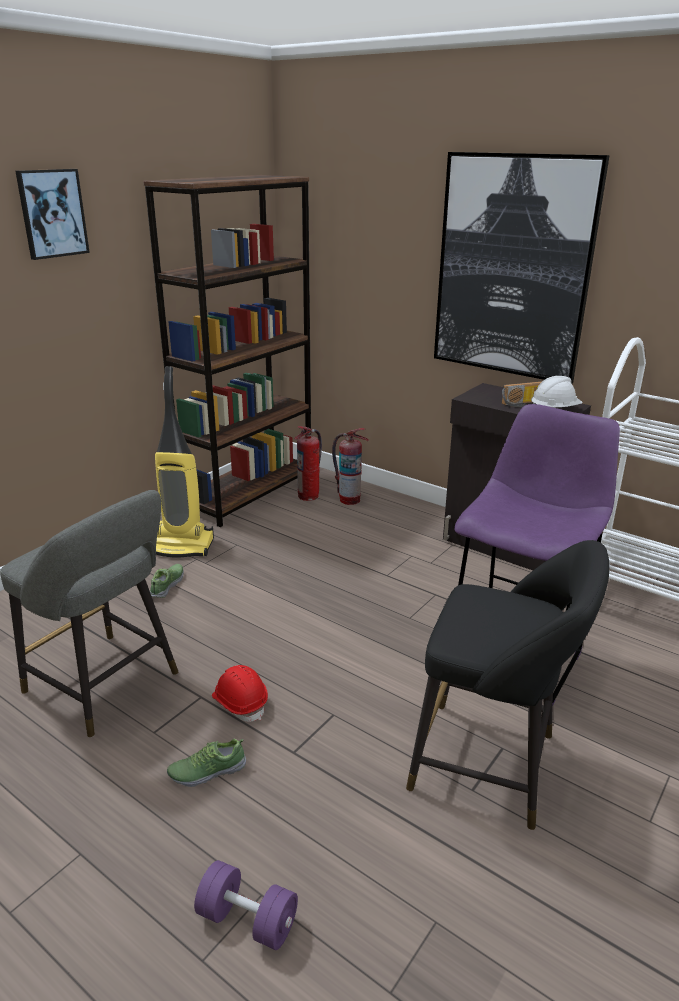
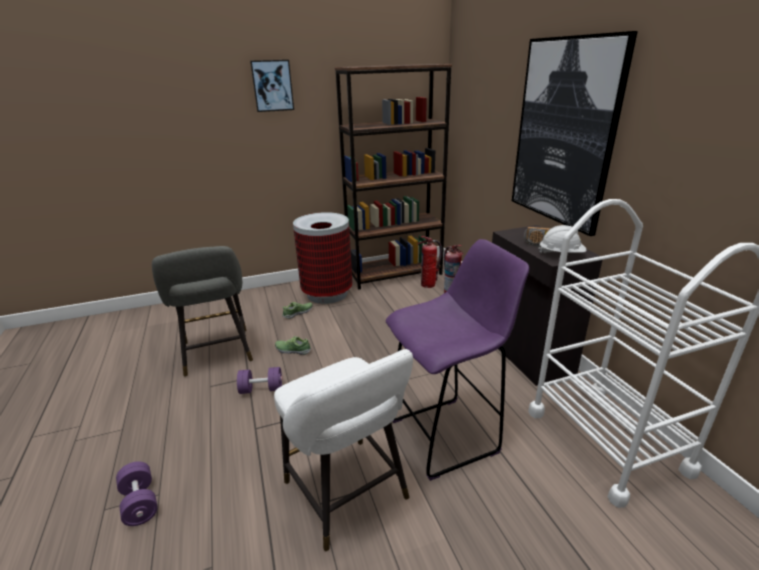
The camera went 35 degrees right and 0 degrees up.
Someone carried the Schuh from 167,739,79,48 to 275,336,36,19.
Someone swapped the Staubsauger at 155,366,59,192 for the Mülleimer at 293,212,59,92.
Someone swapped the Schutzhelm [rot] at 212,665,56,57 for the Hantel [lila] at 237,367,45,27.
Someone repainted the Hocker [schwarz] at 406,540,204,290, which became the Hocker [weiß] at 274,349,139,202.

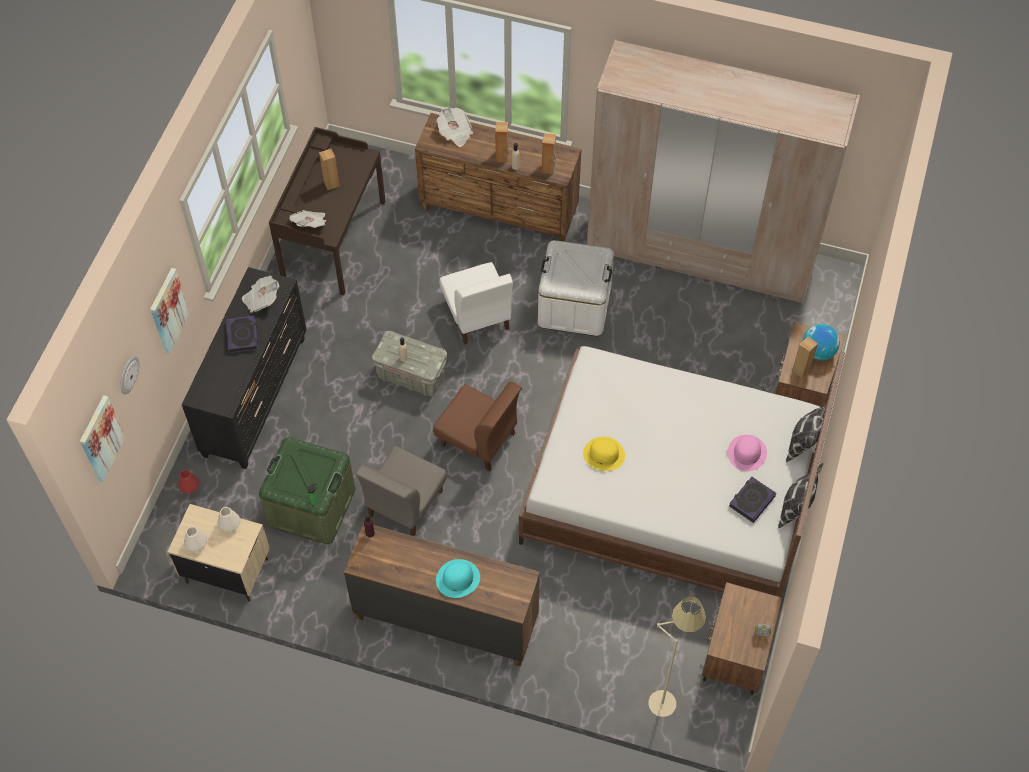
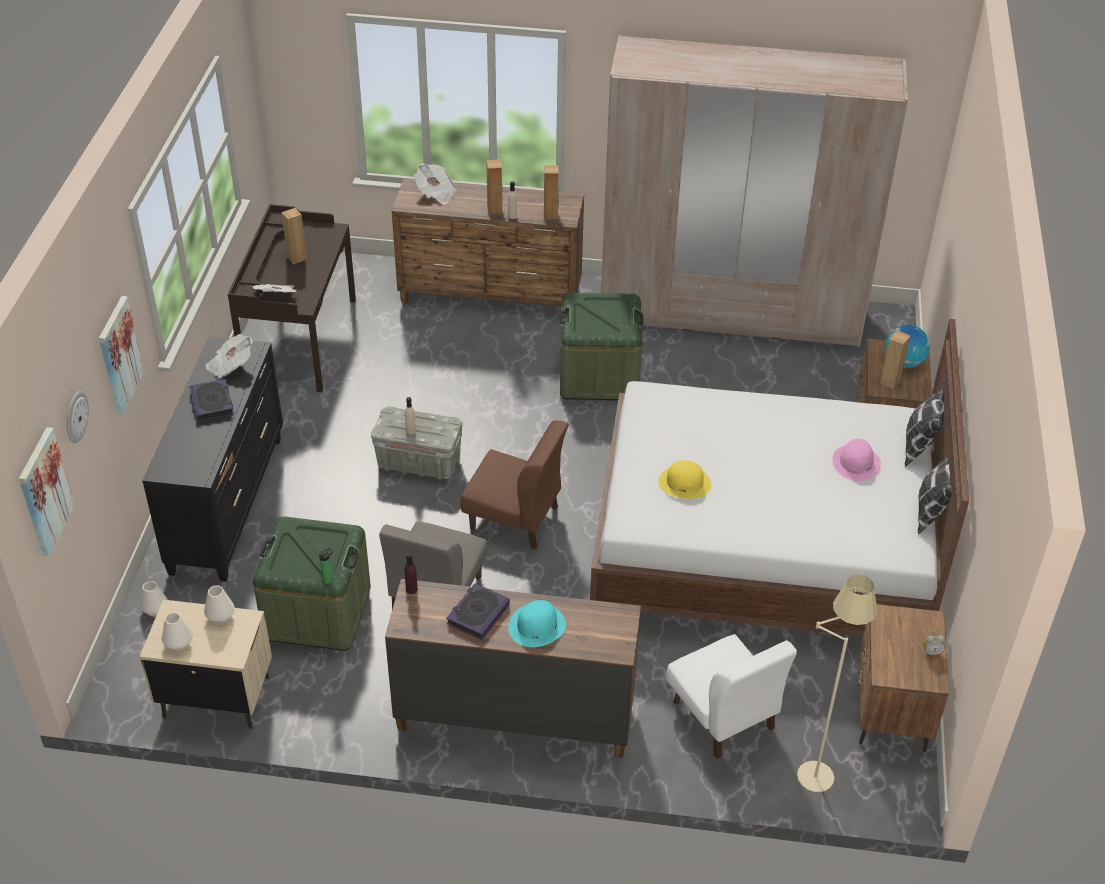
The camera went 10 degrees left and 15 degrees down.
Someone carried the Stuhl [weiß] from 439,262,74,82 to 666,634,131,125.
Someone carried the Buch from 729,477,47,46 to 446,583,64,57.
Someone repainted the Vase [rot] at 178,470,21,23, which became the Vase [weiß] at 140,581,28,36.
Someone repainted the Aufbewahrungsbox [weiß] at 538,240,76,96, which became the Aufbewahrungsbox [grün] at 560,293,83,108.

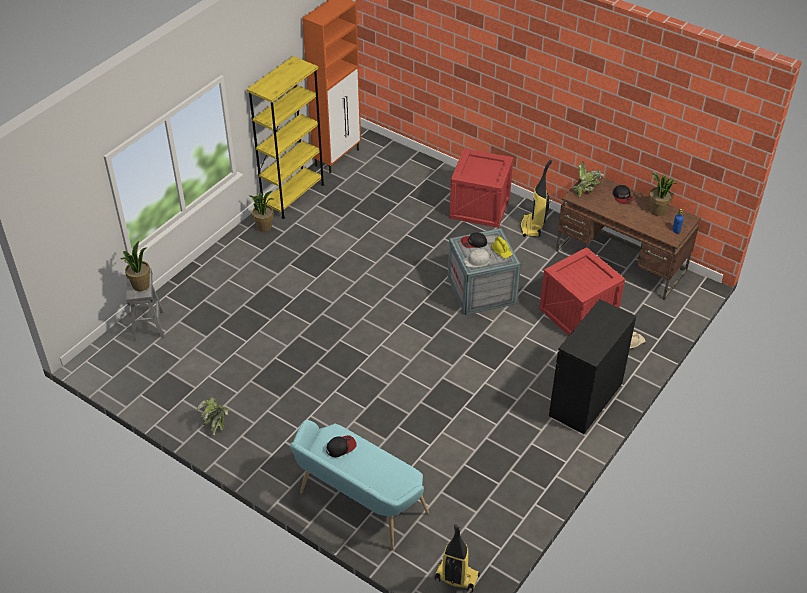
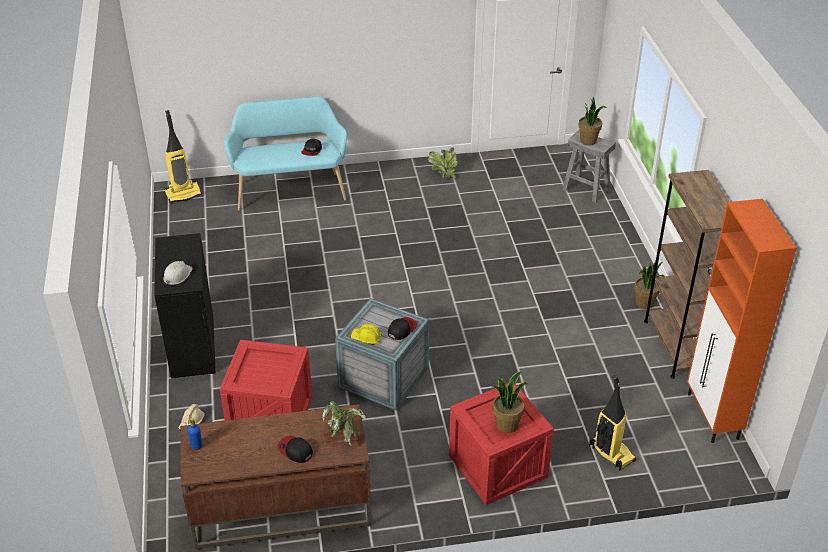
The camera went 135 degrees right and 5 degrees down.
Someone carried the Schutzhelm [weiß] from 463,249,28,18 to 163,261,30,24.
Someone carried the Staubsauger from 520,160,32,77 to 589,375,47,96.
Someone carried the Topfpflanze from 649,173,29,43 to 492,371,37,62.
Someone repainted the Bücherregal [gelb] at 246,56,79,163, which became the Bücherregal [braun] at 644,170,85,209.

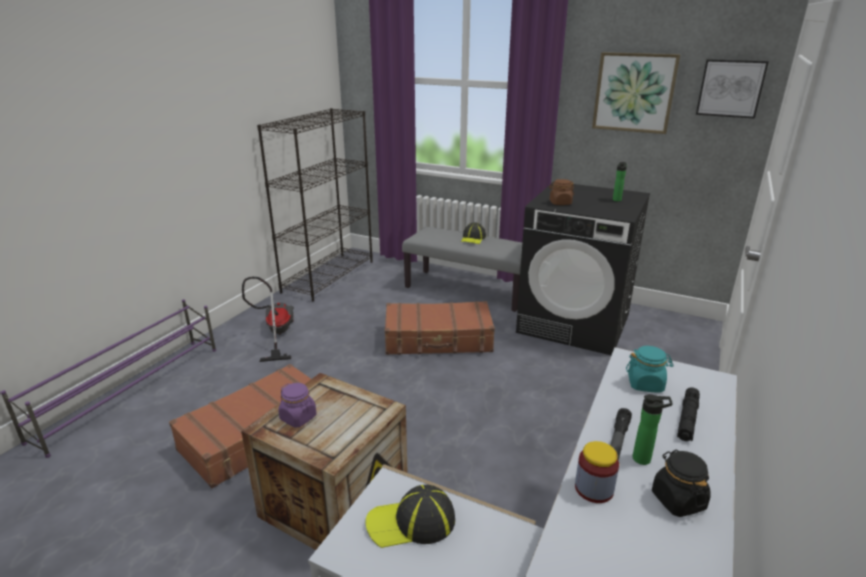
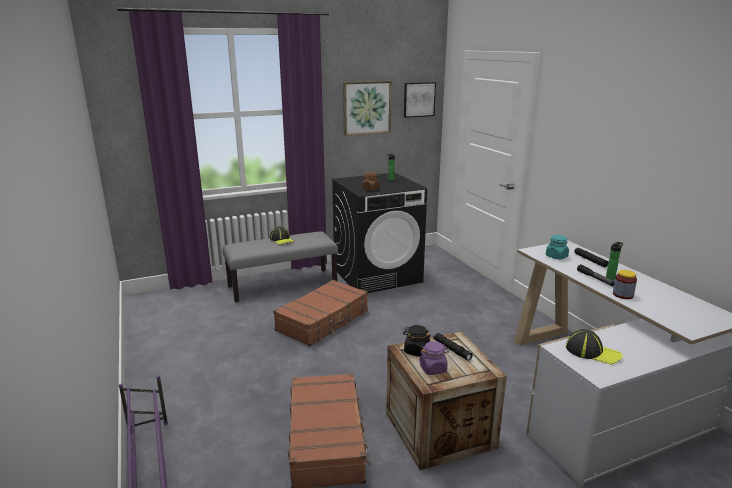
The camera went 50 degrees left and 5 degrees down.
Someone took away the Staubsauger at 242,277,52,85.
Someone took away the Bücherregal [schwarz] at 257,108,116,193.
Someone put down the Taschenlampe [schwarz] at 433,333,40,28.
Someone carried the Vorratsglas [schwarz] from 652,449,59,68 to 403,325,28,32.
Someone rotated the Kappe at 365,485,90,63 by 90 degrees counterclockwise.

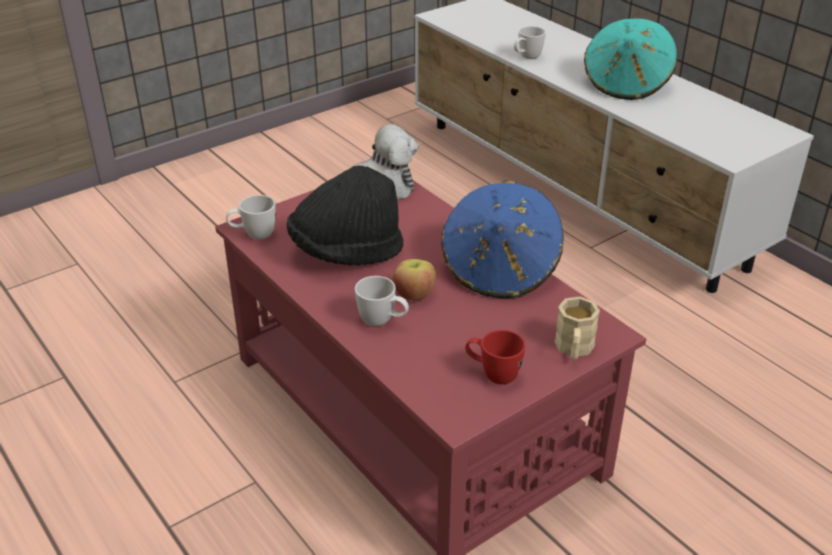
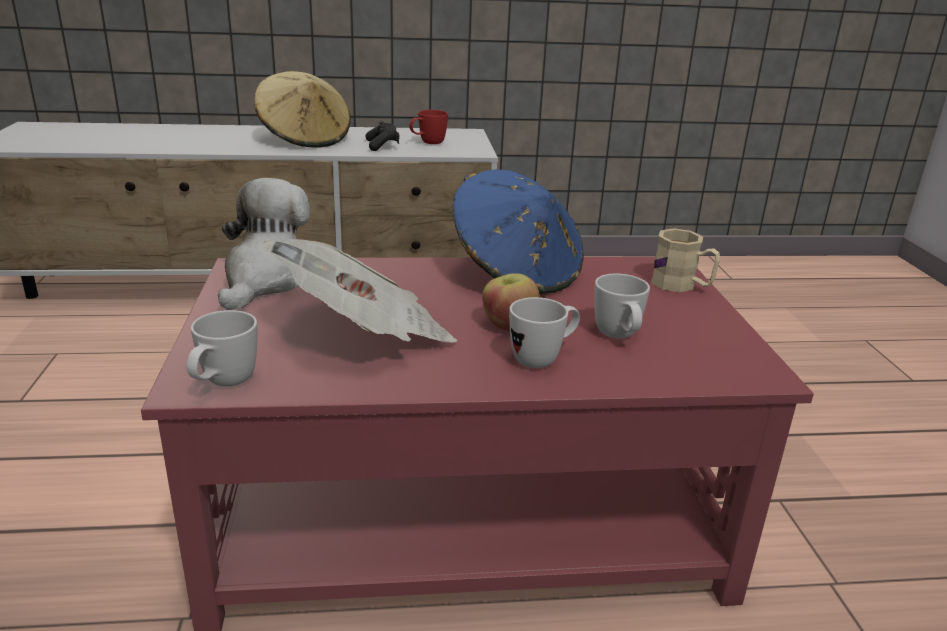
The camera went 60 degrees left and 10 degrees down.
Someone put down the Gamepad [schwarz] at 366,121,34,30.
Someone carried the Henkelbecher [rot] from 465,330,60,54 to 409,110,39,34.
Someone carried the Henkelbecher [weiß] from 514,26,32,33 to 594,274,56,64.
Someone swapped the Hut [schwarz] at 287,165,116,101 for the Zeitung at 264,239,193,104.
Someone repainted the Hut [türkis] at 584,18,93,82, which became the Hut [beige] at 254,71,97,77.

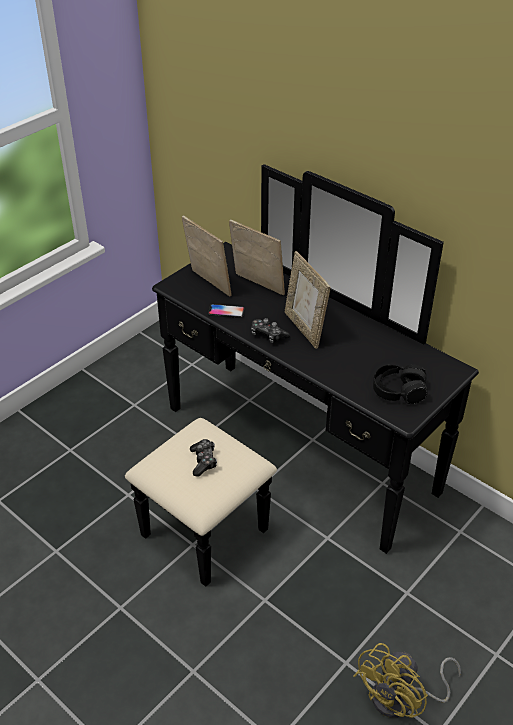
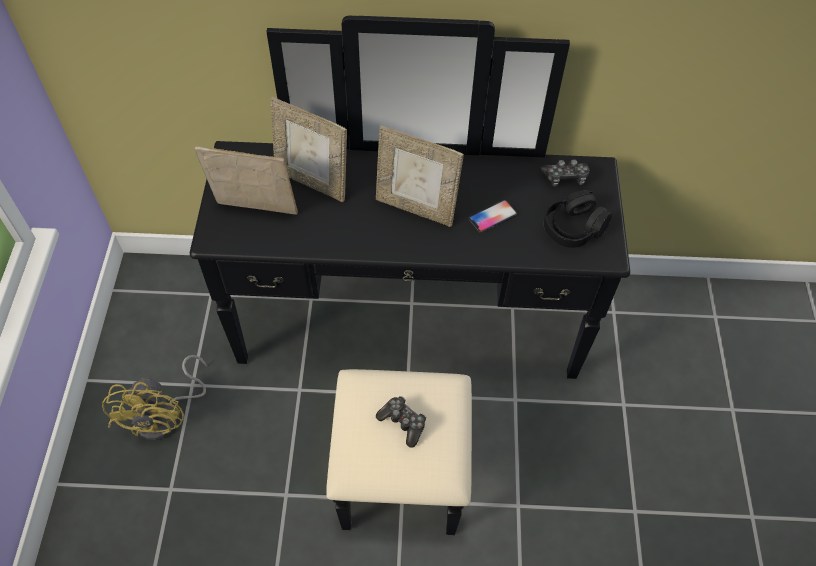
The camera went 40 degrees left and 15 degrees up.
Someone carried the Handy from 208,304,37,14 to 469,200,48,33.
Someone carried the Gamepad from 251,318,39,25 to 540,159,50,27.
Someone carried the Ventilator [gelb] from 353,643,108,75 to 102,355,105,85.
Someone rotated the Bilderrahmen at 229,219,56,76 by 150 degrees counterclockwise.

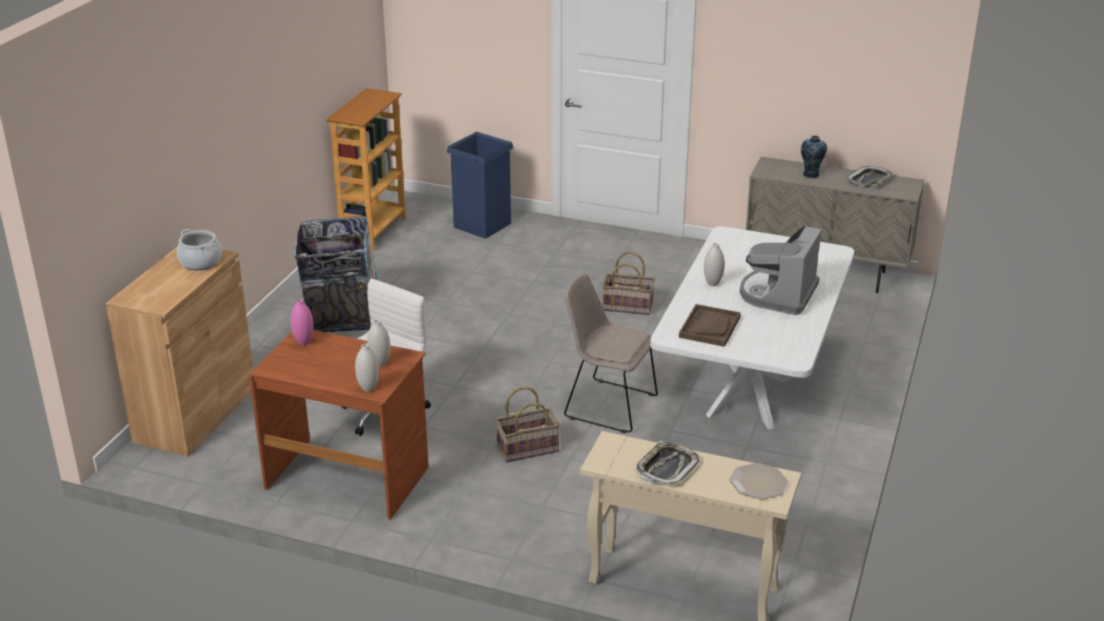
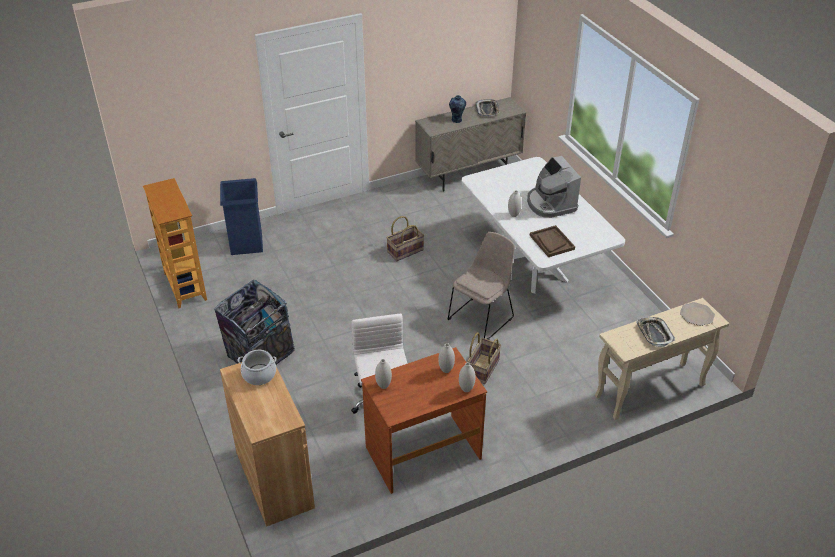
The camera went 45 degrees left and 10 degrees up.
Someone repainted the Vase [rosa] at 290,299,24,46, which became the Vase [weiß] at 375,359,17,30.
Someone rotated the Stuhl [beige] at 564,274,94,159 by 150 degrees clockwise.

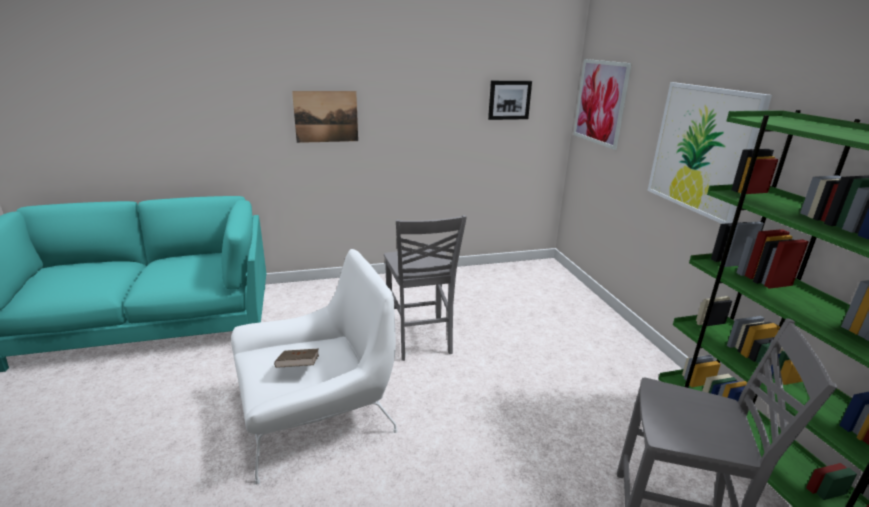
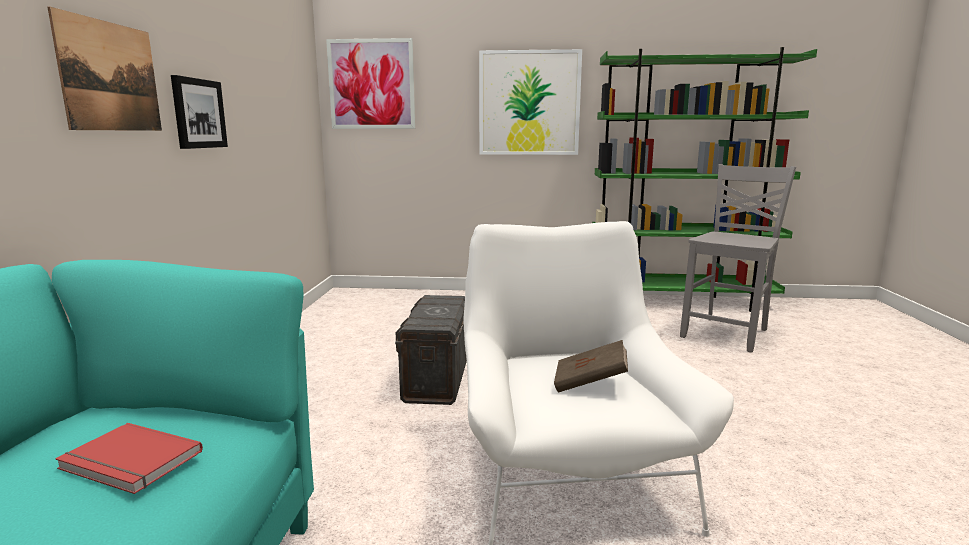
The camera went 70 degrees left and 10 degrees down.
Someone put down the Buch [rot] at 55,423,148,71.
Someone carried the Bild from 488,81,44,39 to 171,75,57,74.
Someone swapped the Stuhl [grau] at 384,215,83,146 for the Aufbewahrungsbox [grau] at 395,295,72,110.

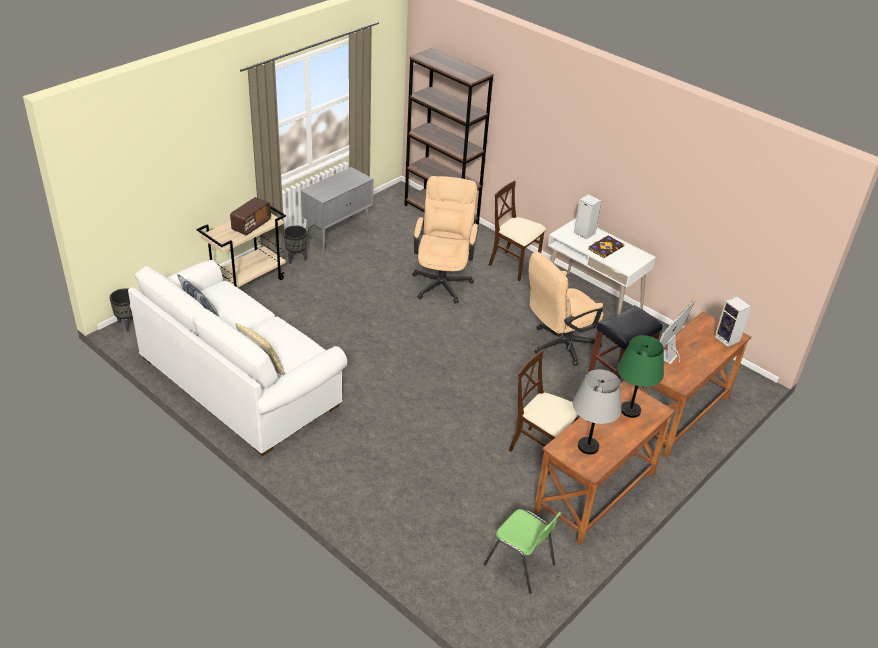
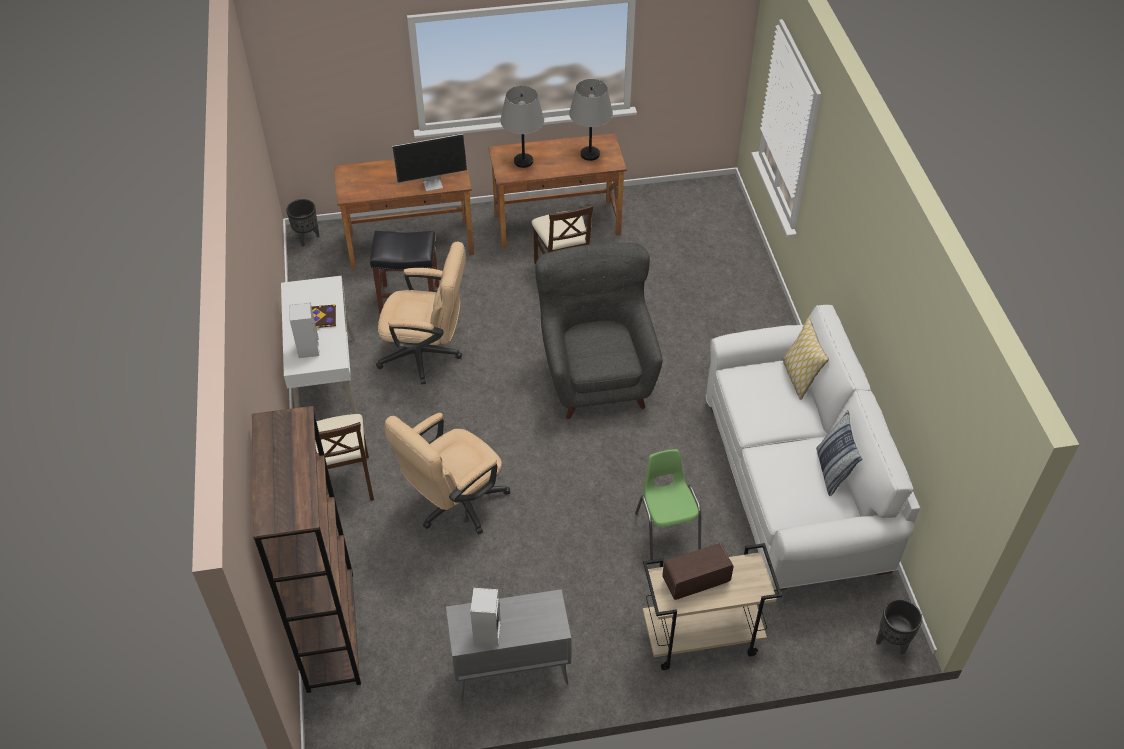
The camera went 140 degrees left and 10 degrees up.
Someone put down the Sessel [grau] at 536,243,126,176.
Someone carried the Pflanzkübel [schwarz] from 283,225,24,39 to 286,199,34,48.
Someone carried the Stuhl [grün] from 484,509,77,85 to 635,449,66,111.
Someone carried the Lautsprecher from 715,296,36,51 to 470,588,31,58.
Someone repainted the Tischlampe [grün] at 617,335,47,83, which became the Tischlampe [grau] at 500,86,44,82.

